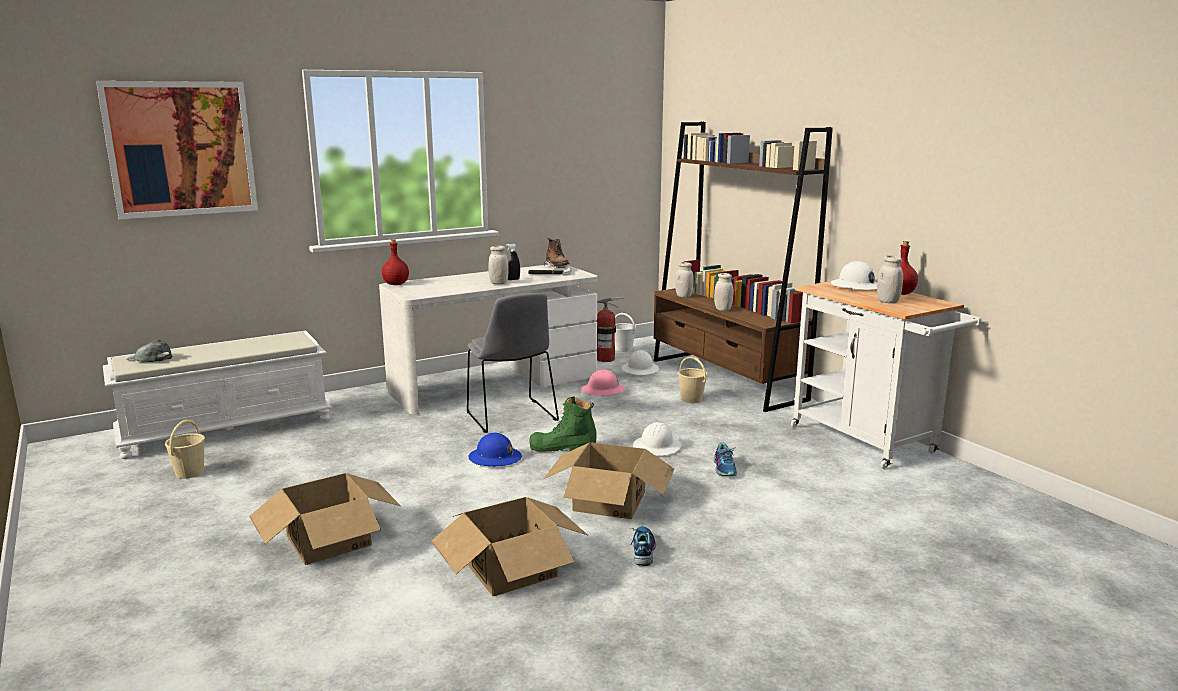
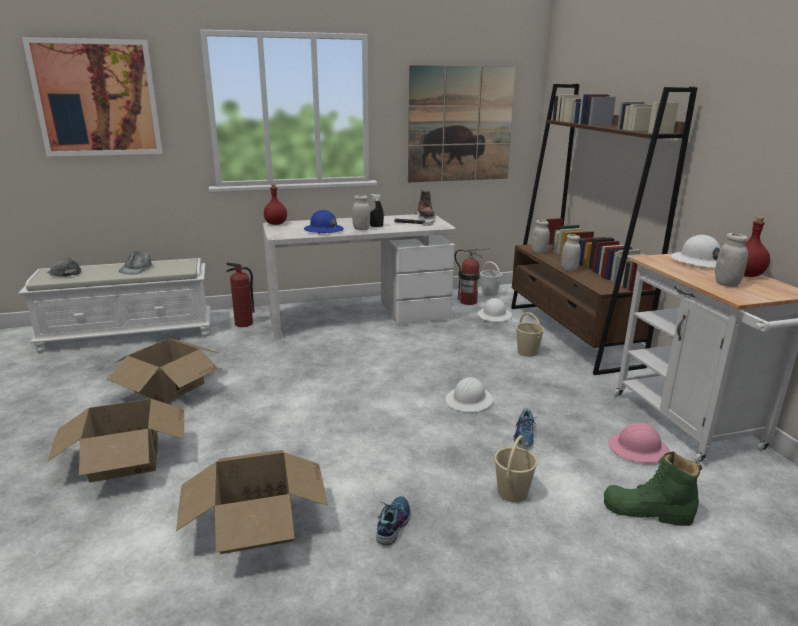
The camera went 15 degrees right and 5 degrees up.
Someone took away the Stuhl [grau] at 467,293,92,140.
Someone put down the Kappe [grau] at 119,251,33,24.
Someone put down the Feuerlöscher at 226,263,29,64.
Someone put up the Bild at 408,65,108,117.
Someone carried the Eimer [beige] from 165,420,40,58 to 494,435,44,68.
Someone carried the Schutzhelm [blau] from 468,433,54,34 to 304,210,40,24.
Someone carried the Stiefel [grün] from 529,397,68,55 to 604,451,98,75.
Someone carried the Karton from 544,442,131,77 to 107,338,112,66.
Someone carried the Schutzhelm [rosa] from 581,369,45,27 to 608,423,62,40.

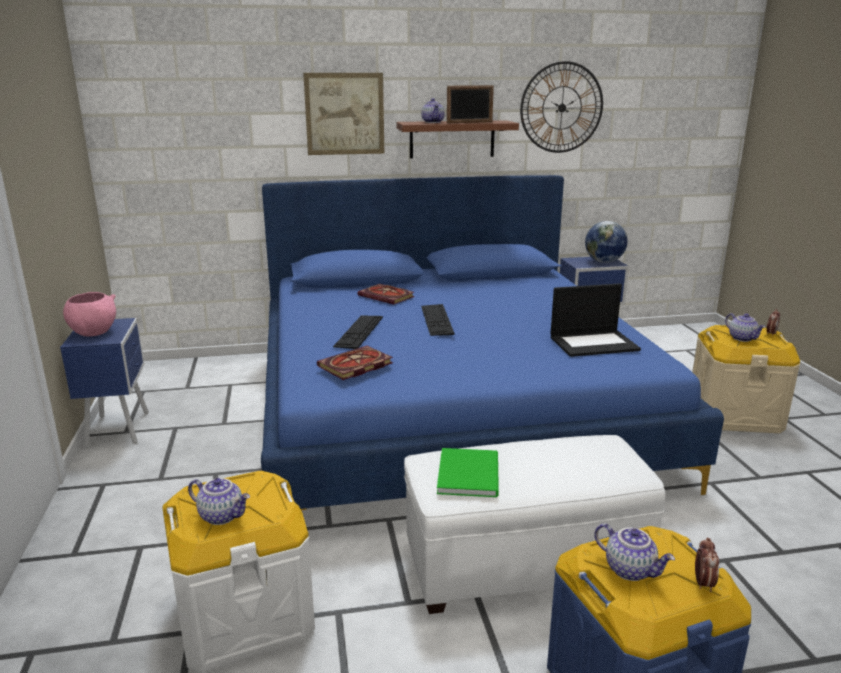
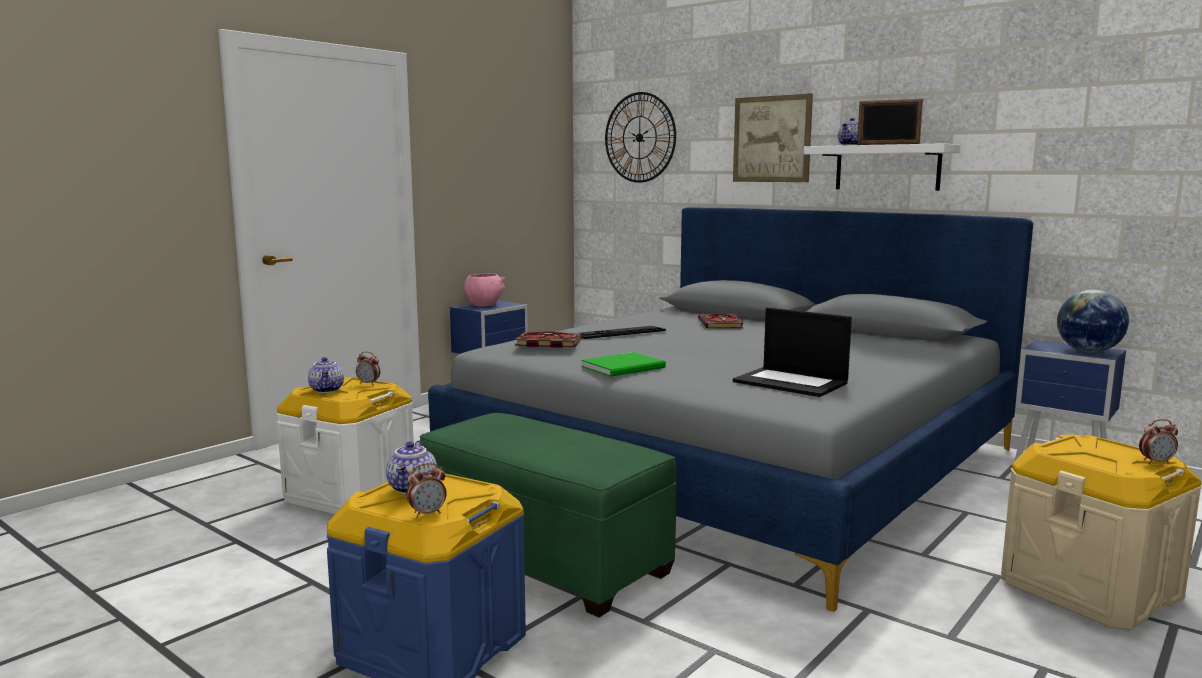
The camera went 50 degrees right and 10 degrees down.
Someone took away the Tastatur at 421,304,33,32.
Someone took away the Teekanne at 725,313,40,29.
Someone put down the Wecker at 356,352,24,33.
Someone carried the Buch [grün] from 437,448,62,49 to 581,352,85,25.
Someone carried the Wanduhr from 520,61,83,92 to 605,92,71,91.
Someone repainted the Bett [blau] at 261,175,463,336, which became the Bett [grau] at 428,207,605,405.
Someone repainted the Wandregal [braun] at 396,120,123,39, which became the Wandregal [weiß] at 804,143,156,48.
Someone repainted the Polsterhocker [weiß] at 404,435,262,179, which became the Polsterhocker [grün] at 420,413,257,204.

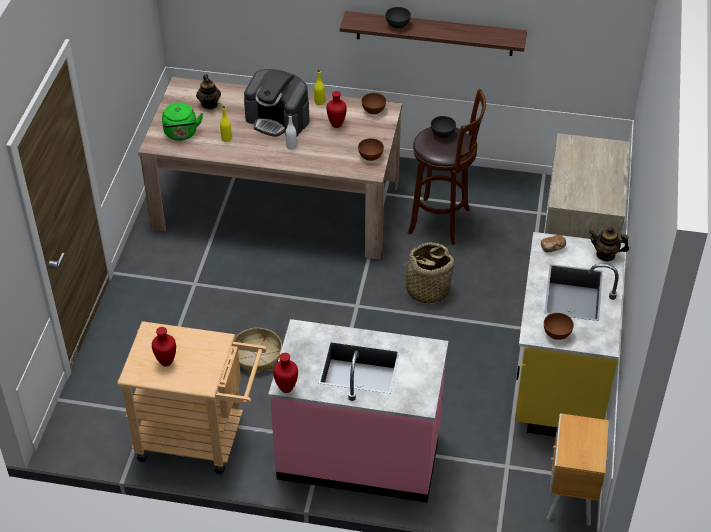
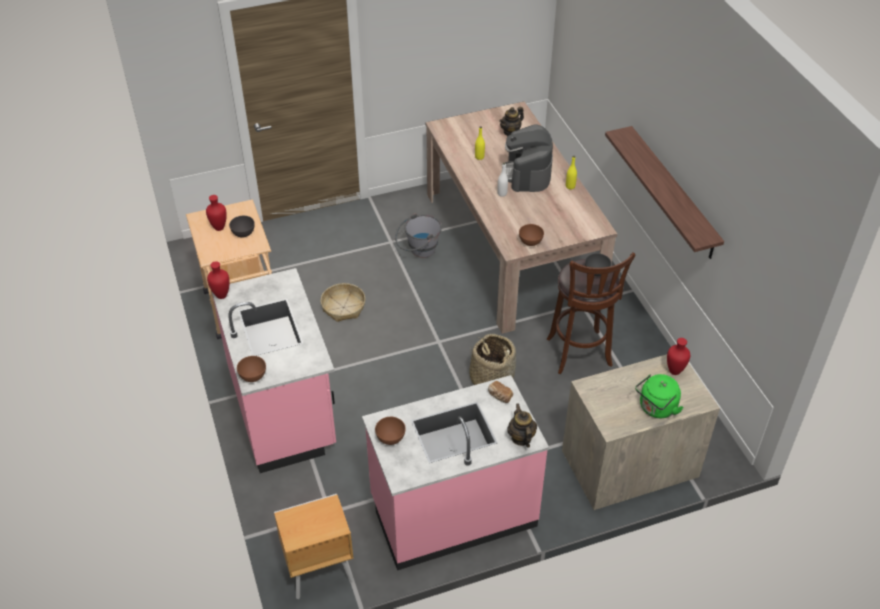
The camera went 60 degrees right and 0 degrees up.
Someone put down the Eimer [grau] at 395,213,47,45.
Someone carried the Wasserkessel [grün] from 162,102,41,39 to 635,374,49,44.
Someone carried the Vase [rot] from 326,91,21,37 to 667,338,23,37.
Someone carried the Schüssel [braun] from 361,93,25,21 to 237,356,29,26.
Someone carried the Schüssel [grau] from 386,7,25,22 to 229,216,26,21.
Someone repainted the Küchenzeile [gelb] at 515,232,110,205, which became the Küchenzeile [rosa] at 362,375,187,195.

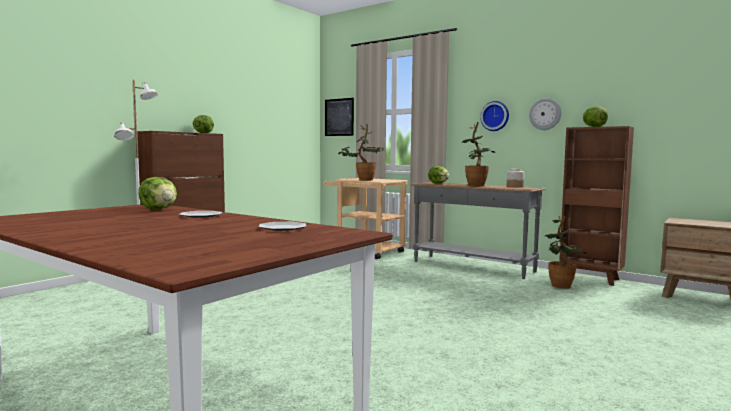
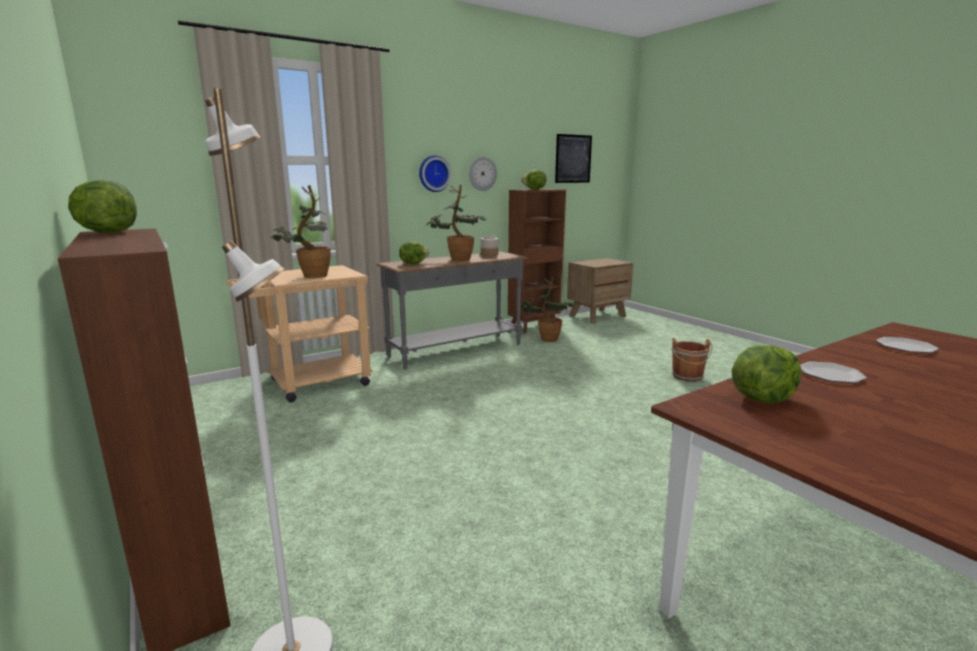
The camera went 70 degrees left and 10 degrees up.
Someone put down the Eimer [braun] at 671,338,41,44.
Someone carried the Bild from 325,98,29,38 to 555,134,37,49.

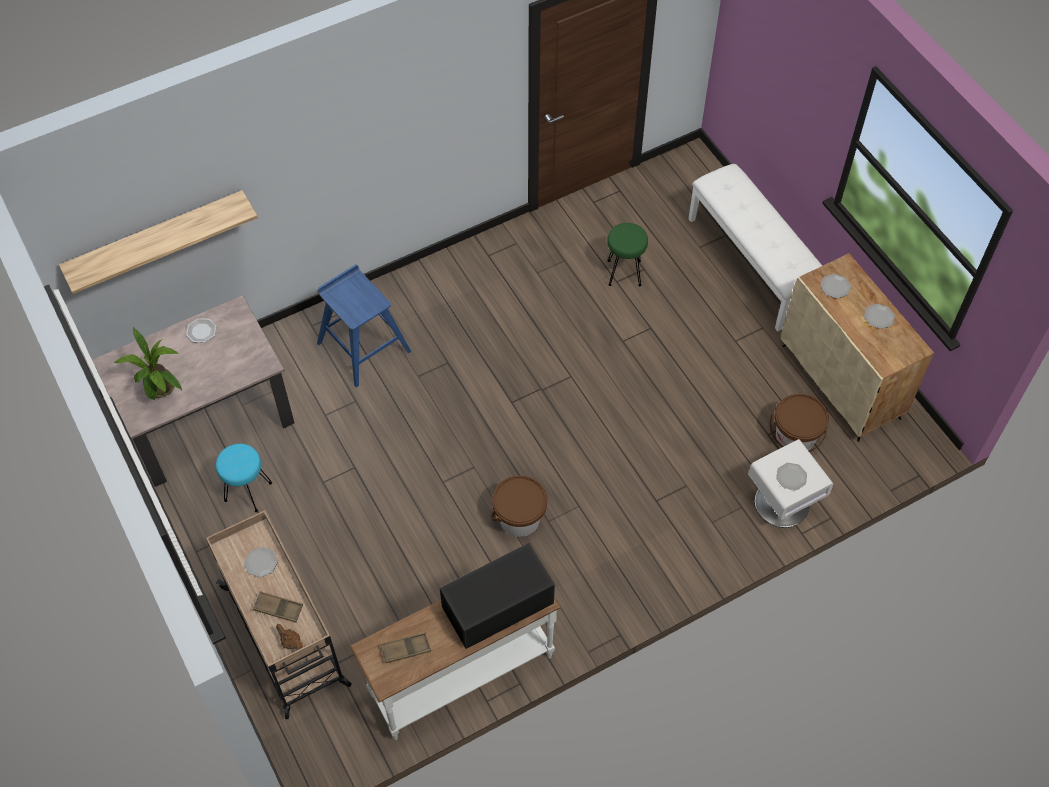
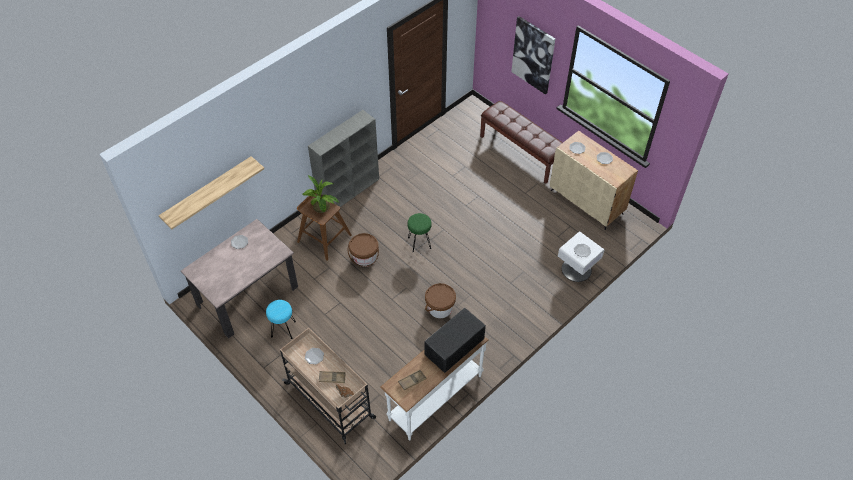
The camera went 15 degrees left and 5 degrees down.
Someone put down the Bücherregal [grau] at 308,110,71,97.
Someone put up the Bild at 511,16,44,79.
Someone carried the Topfpflanze from 115,328,67,72 to 302,175,37,38.
Someone carried the Hocker [grün] from 607,223,41,63 to 407,213,25,39.
Someone carried the Eimer [braun] from 770,394,59,58 to 348,233,31,34.
Someone repainted the Hocker [blau] at 317,264,94,124, which became the Hocker [braun] at 297,190,55,70.
Someone repainted the Bank [weiß] at 689,164,133,168, which became the Bank [braun] at 480,101,83,83.

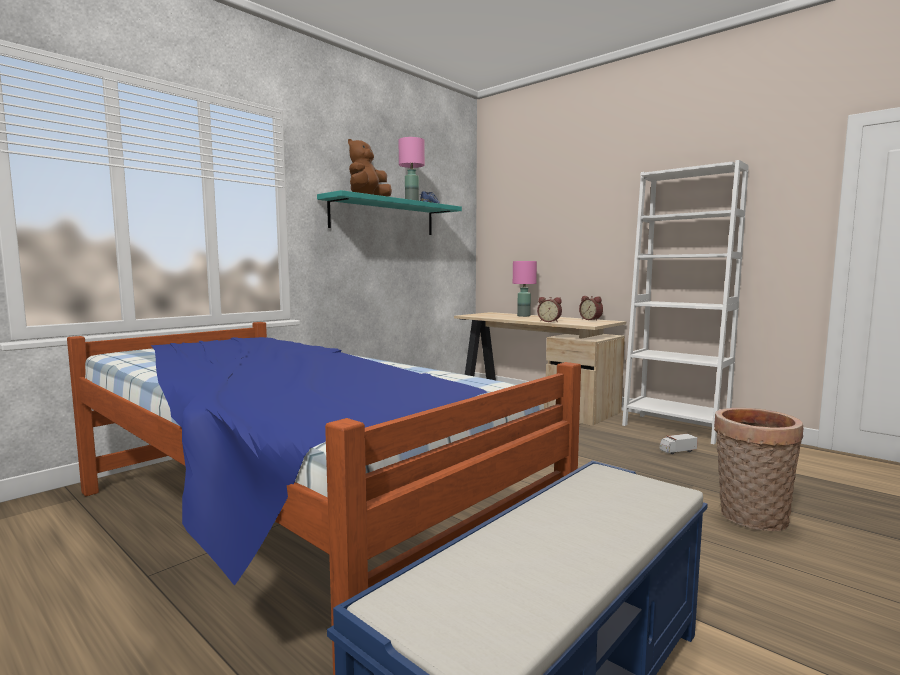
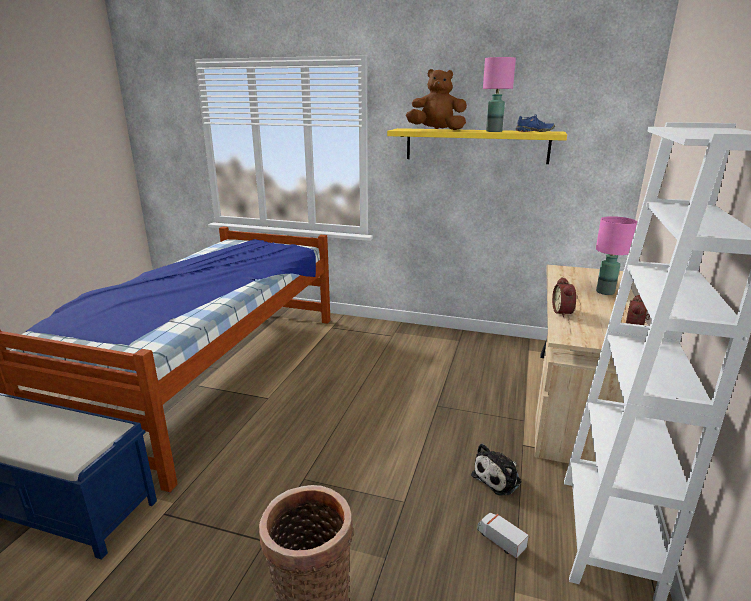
The camera went 65 degrees right and 15 degrees up.
Someone put down the Plüschtier at 471,444,50,52.
Someone repainted the Wandregal [türkis] at 317,190,145,45, which became the Wandregal [gelb] at 387,128,180,36.

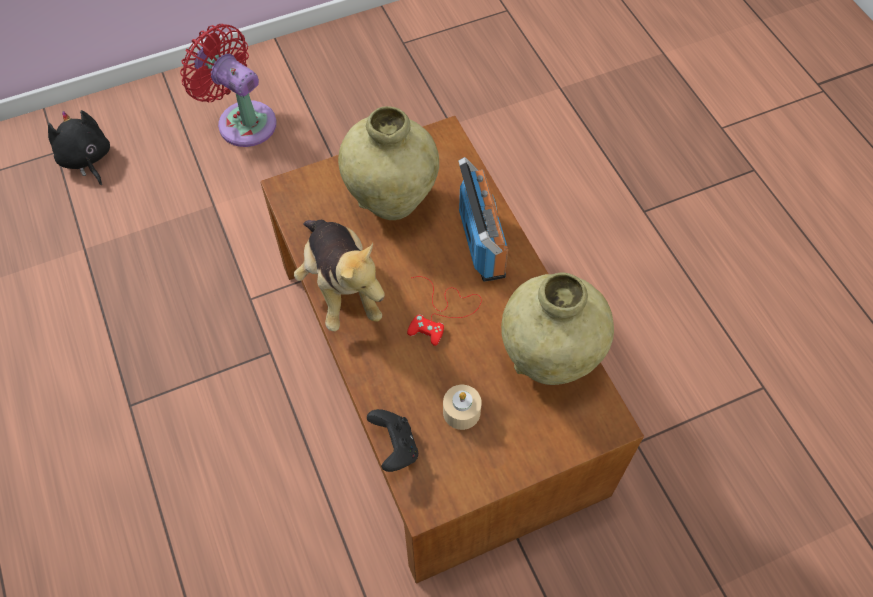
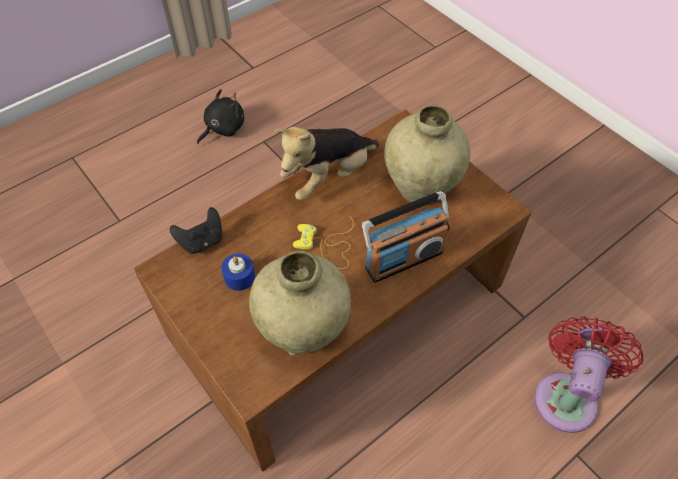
The camera went 75 degrees right and 5 degrees down.
Someone carried the Plüschtier [schwarz] from 48,110,62,75 to 197,89,47,55.
Someone carried the Ventilator [rot] from 180,24,97,123 to 534,317,110,116.
Someone repainted the Gamepad [rot] at 407,276,75,70, which became the Gamepad [gelb] at 293,217,60,52.
Someone repainted the Kerze [beige] at 443,385,39,45, which became the Kerze [blau] at 221,253,34,38.

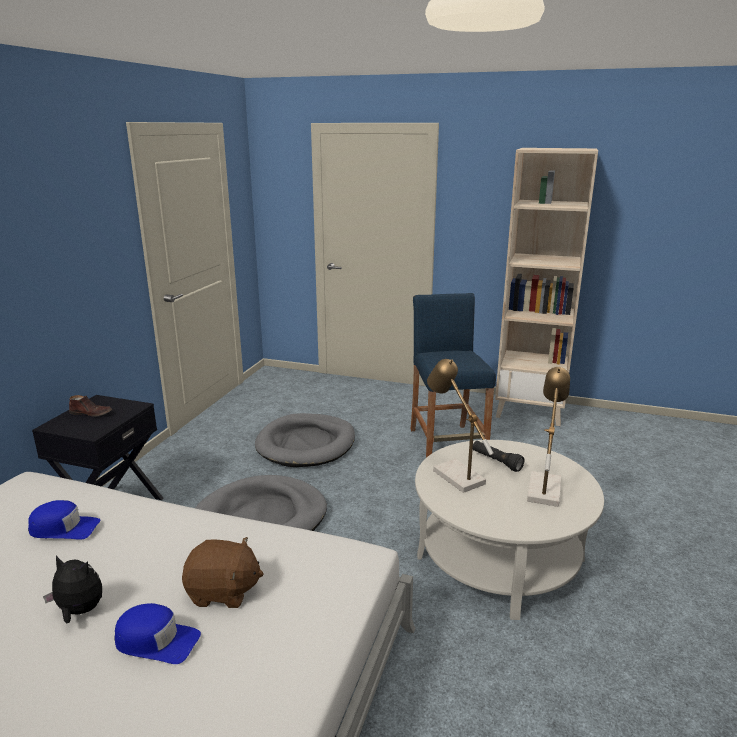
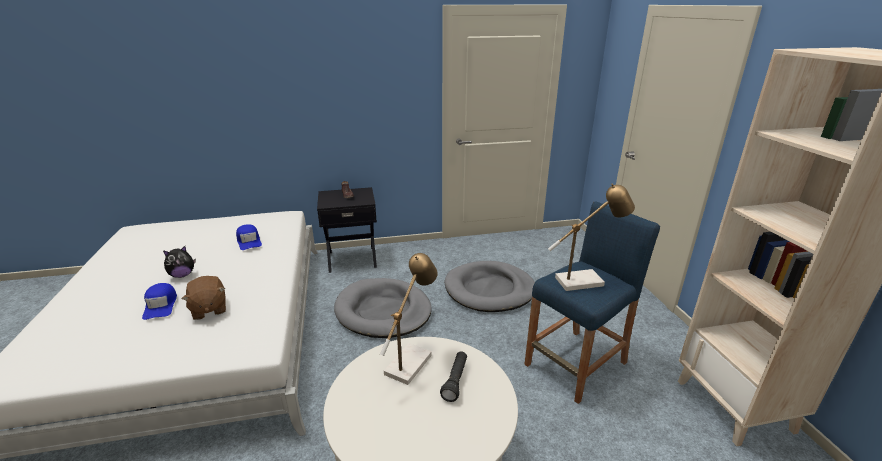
The camera went 60 degrees right and 5 degrees up.
Someone carried the Tischlampe from 527,367,43,140 to 548,184,87,107.
Someone rotated the Plüschtier at 43,556,59,68 by 75 degrees clockwise.

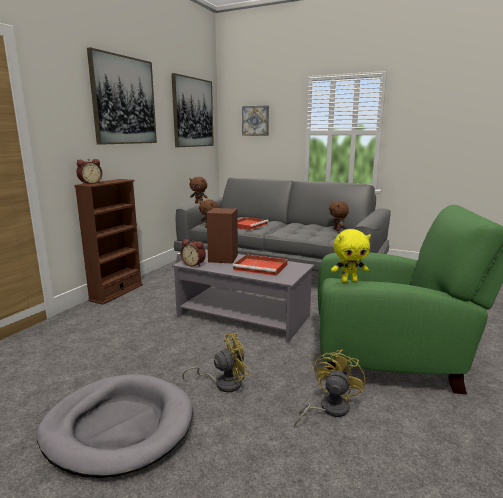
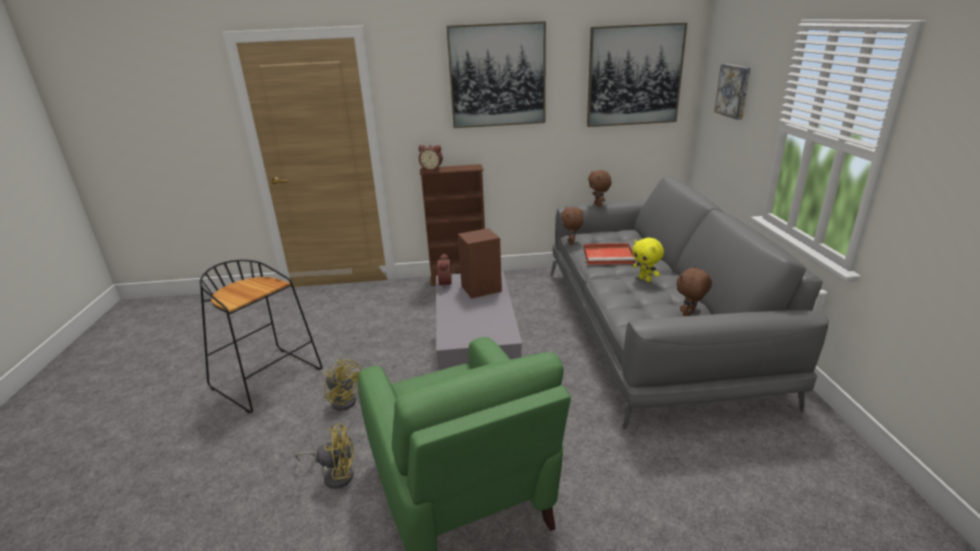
The camera went 60 degrees right and 10 degrees up.
Someone took away the Tablett [rot] at 232,254,56,22.
Someone carried the Plüschtier [gelb] from 331,229,40,54 to 632,237,32,45.
Someone swapped the Hundebett [grau] at 36,374,157,104 for the Hocker [schwarz] at 200,260,122,153.

